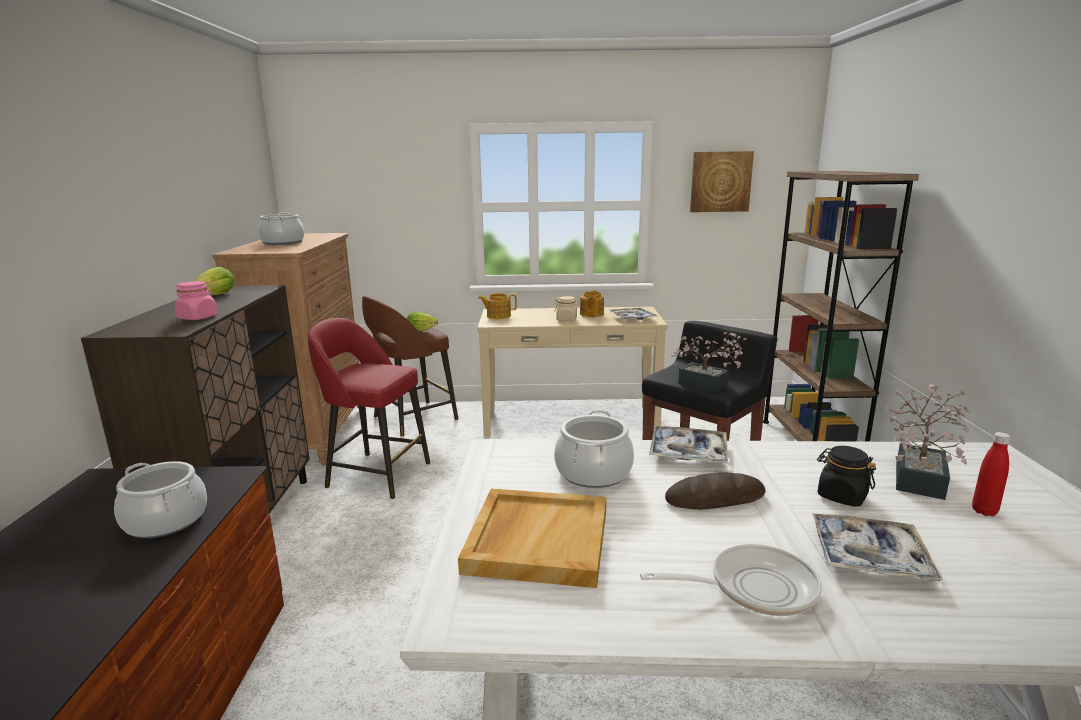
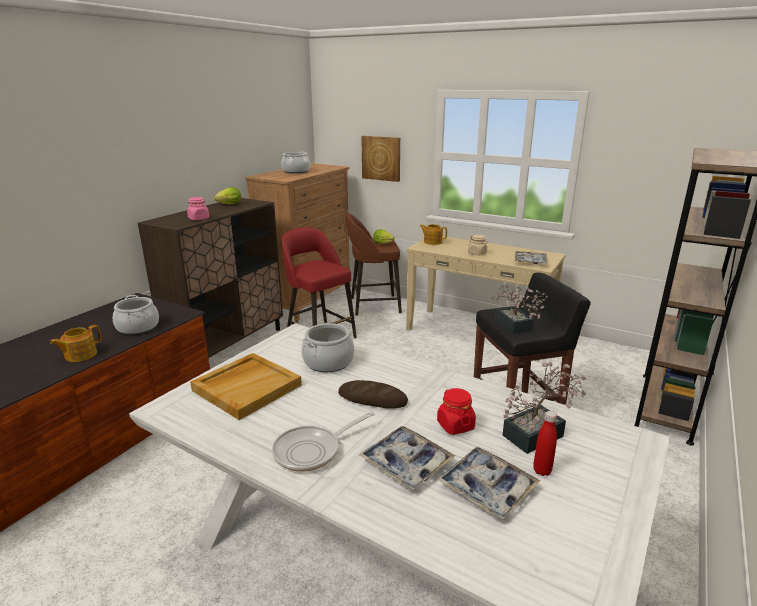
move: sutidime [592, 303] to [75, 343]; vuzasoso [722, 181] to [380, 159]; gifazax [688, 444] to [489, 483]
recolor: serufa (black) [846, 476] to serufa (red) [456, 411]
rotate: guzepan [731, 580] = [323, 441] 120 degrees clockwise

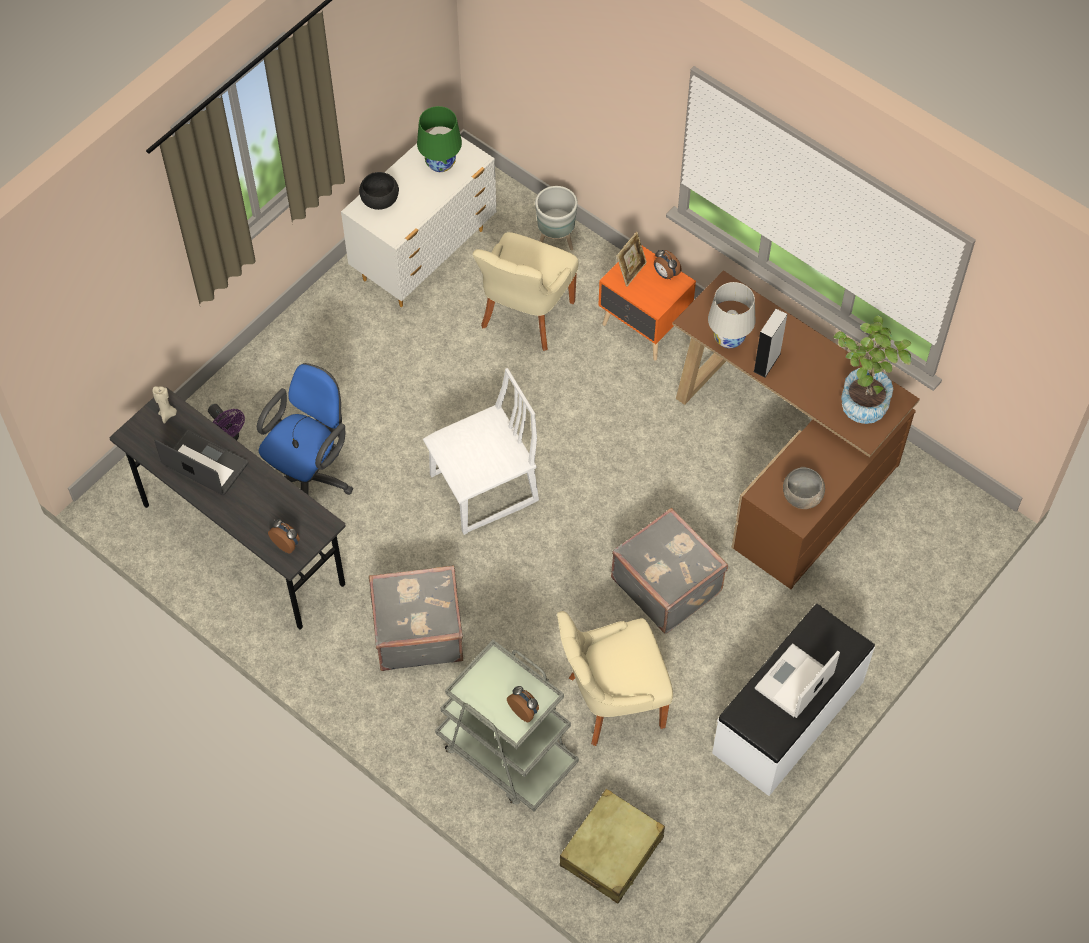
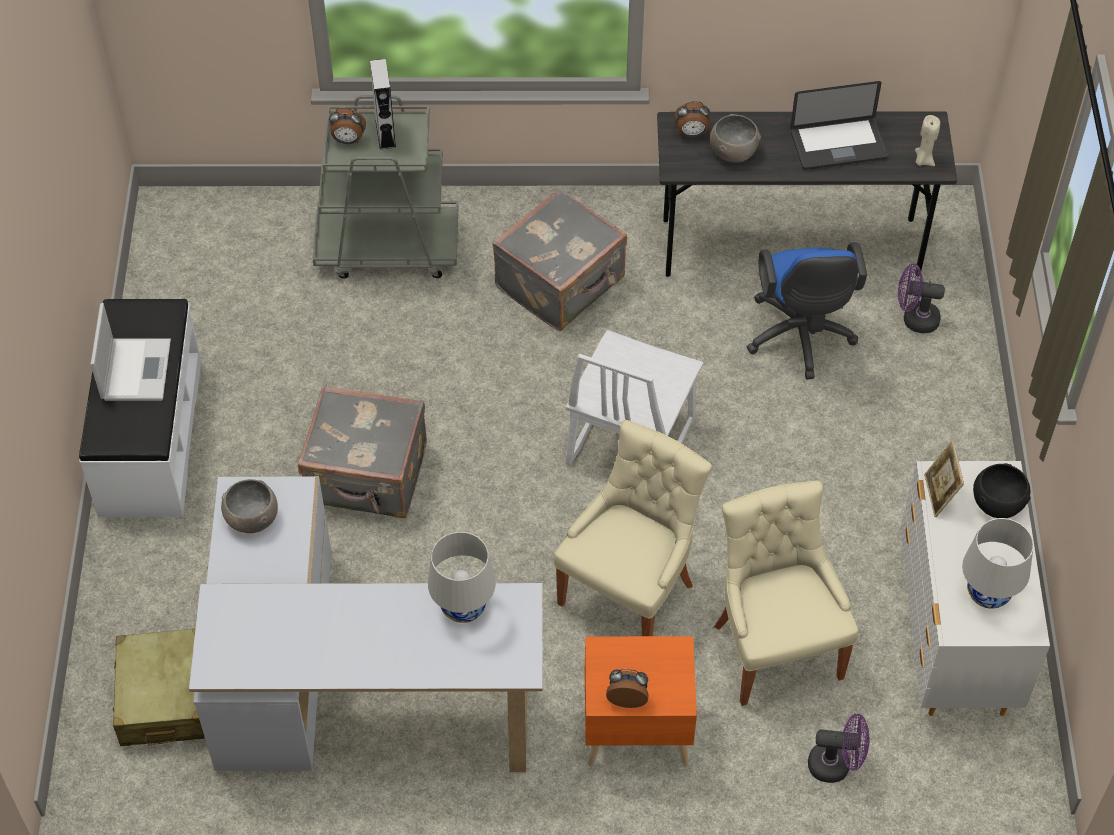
delete: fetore [872, 370]
insert: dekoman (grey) [735, 138]
move: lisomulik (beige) [612, 846] to [159, 687]; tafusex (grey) [770, 343] to [383, 104]; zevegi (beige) [615, 678] to [633, 528]; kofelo [632, 259] to [944, 478]
replace: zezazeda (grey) [556, 218] to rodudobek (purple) [838, 748]
recolor: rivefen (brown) [796, 429] to rivefen (white) [366, 624]; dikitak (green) [439, 139] to dikitak (white) [998, 563]

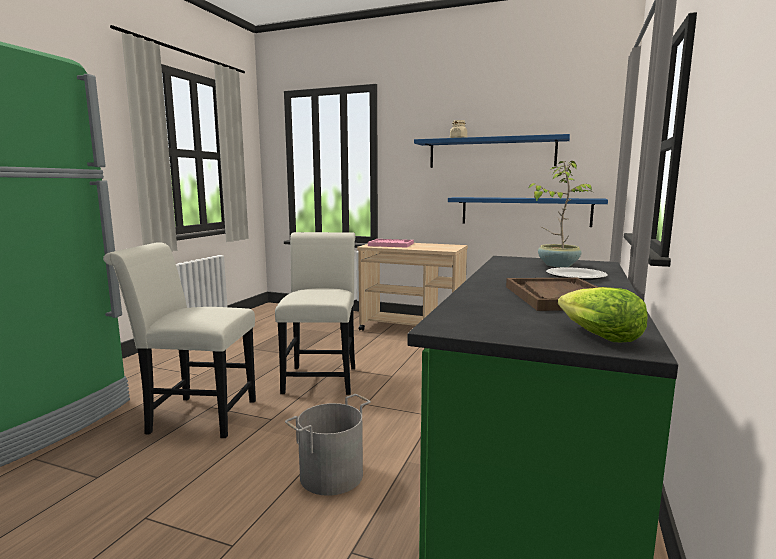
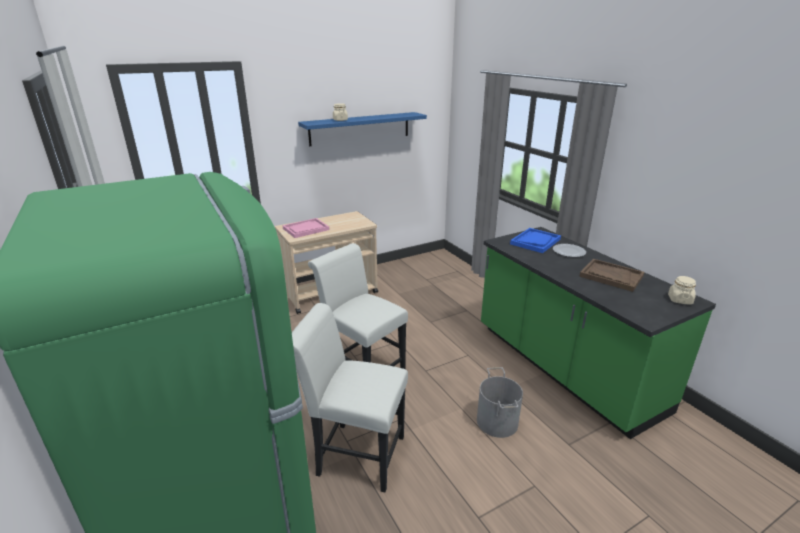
delete: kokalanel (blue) [528, 212]
replace: fetore [560, 214] to gifazax (blue) [535, 240]; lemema [603, 314] to serufa (beige) [682, 290]
rotate: zevegi (white) [179, 340] = [350, 397] 60 degrees clockwise

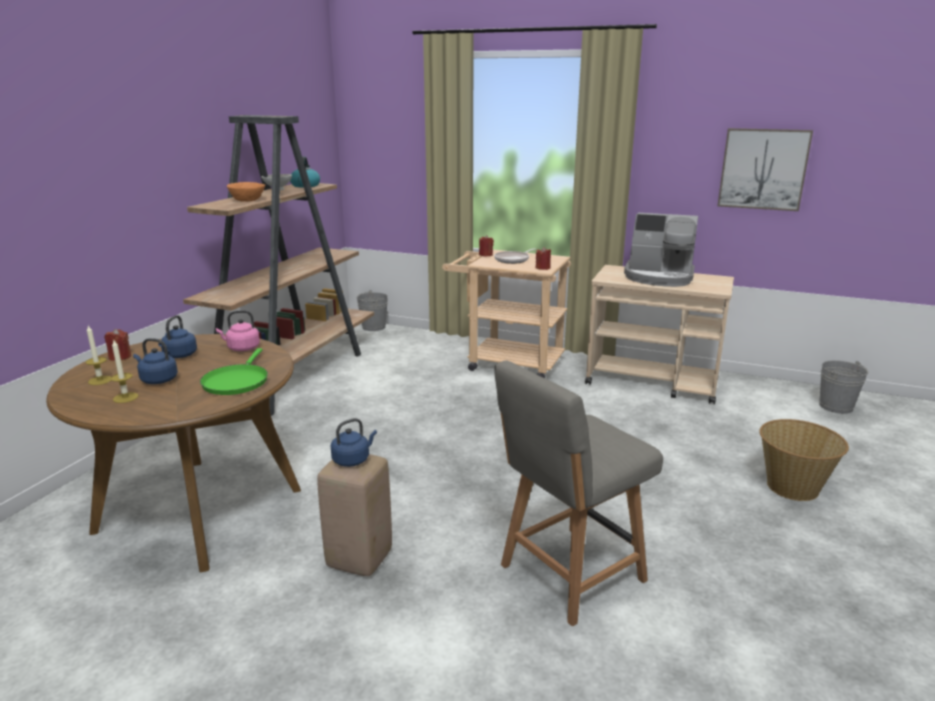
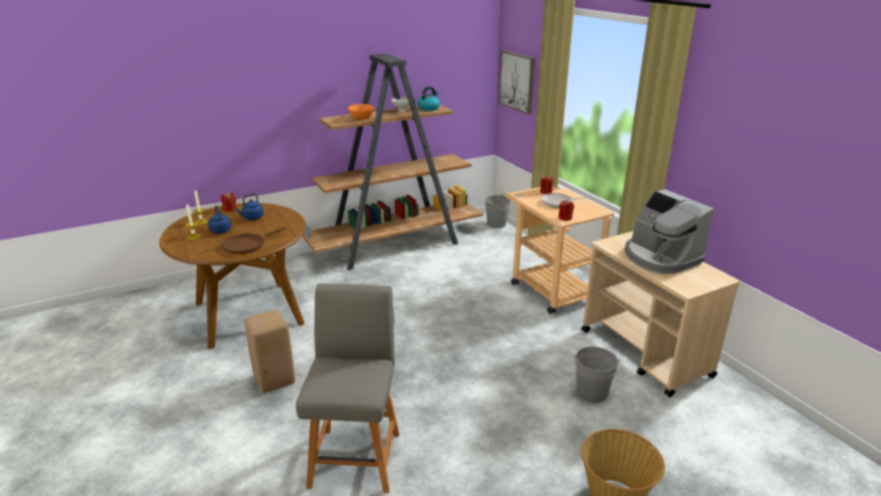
delete: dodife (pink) [238, 330]; dodife (blue) [354, 442]
move: vuzasoso [765, 169] to [517, 82]; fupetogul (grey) [844, 387] to [597, 374]
recolor: guzepan (green) [234, 371] to guzepan (brown) [254, 240]
rotate: zevegi (grey) [578, 493] = [348, 388] 90 degrees clockwise

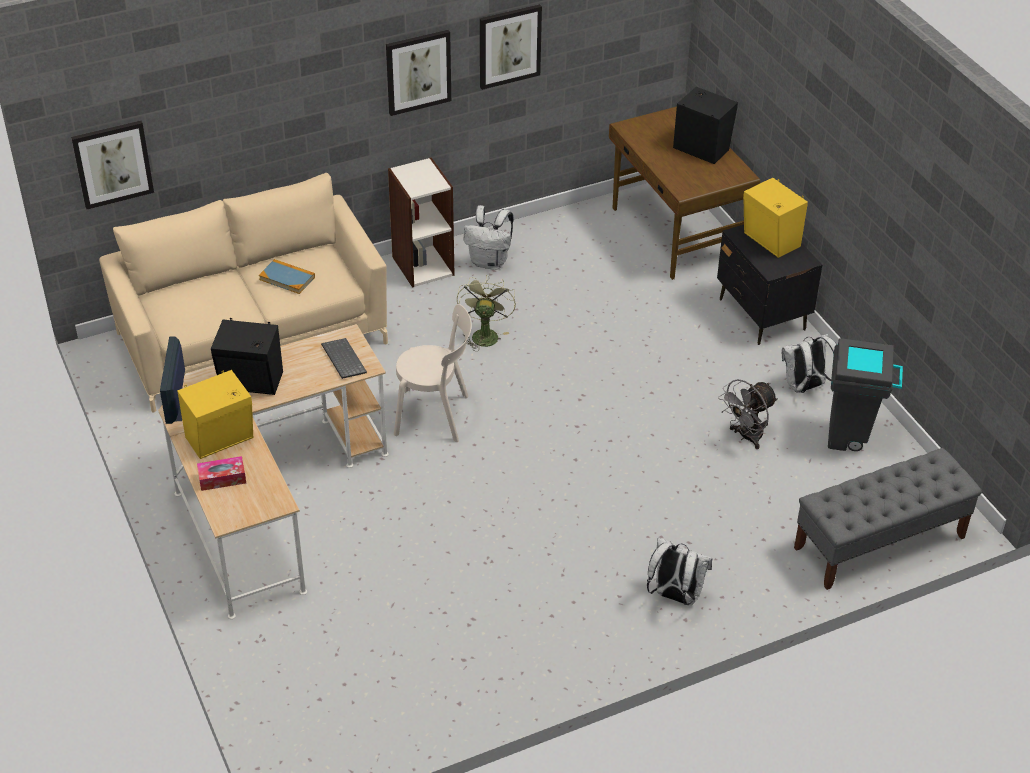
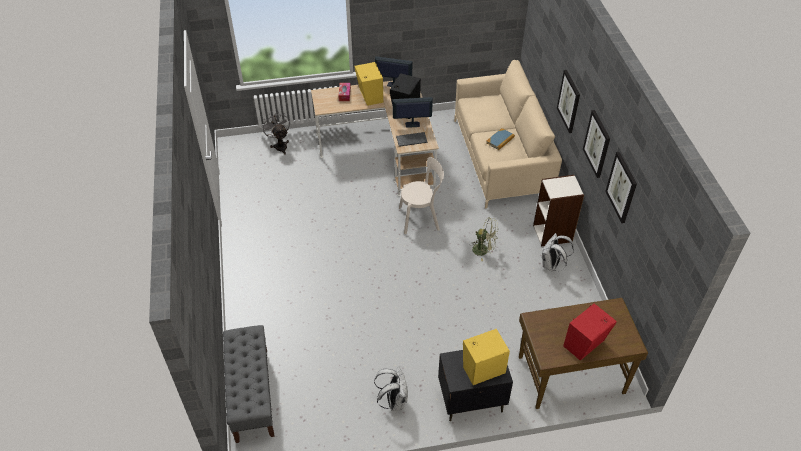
delete: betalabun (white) [679, 571]; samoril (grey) [865, 394]
insert: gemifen [412, 112]
move: rodudobek (grey) [748, 414] to [275, 133]; vuzasoso [112, 165] to [568, 101]
recolor: tafusex (black) [705, 125] to tafusex (red) [590, 332]
rotate: zevegi (beige) [433, 373] = [421, 195] 120 degrees counterclockwise

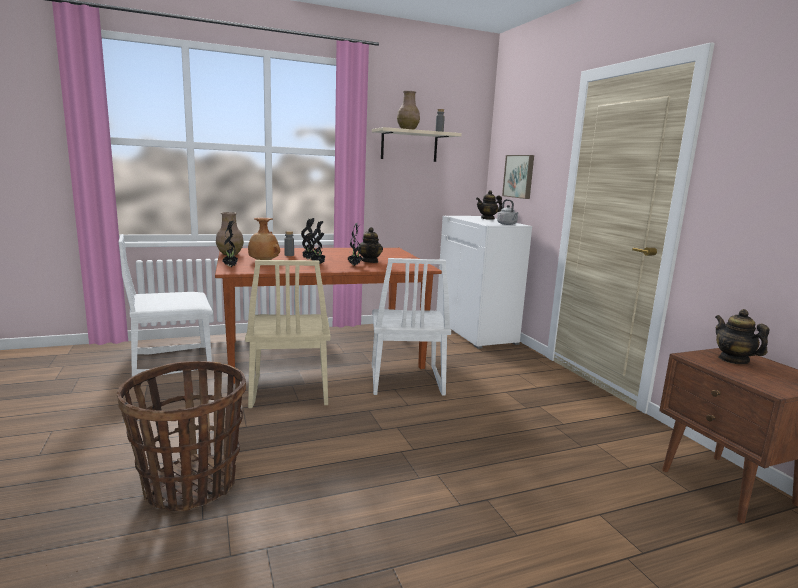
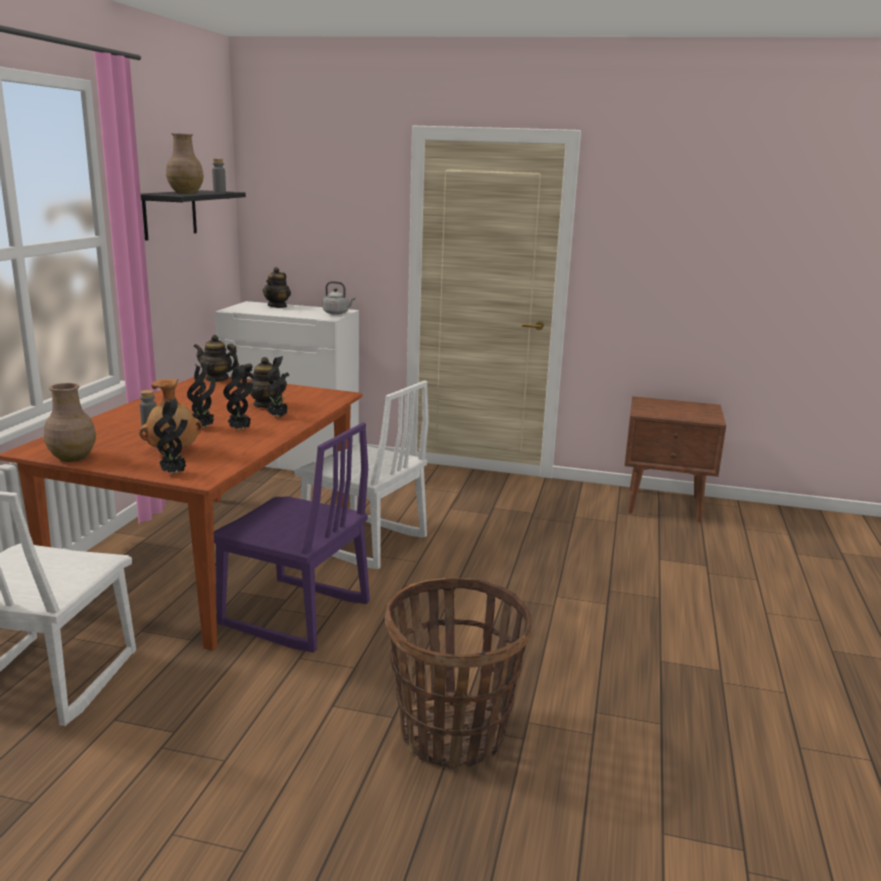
delete: vuzasoso [518, 177]
move: sutidime [742, 336] to [216, 358]
recolor: kokalanel (beige) [417, 144] to kokalanel (black) [193, 215]; zevegi (beige) [288, 334] to zevegi (purple) [292, 537]

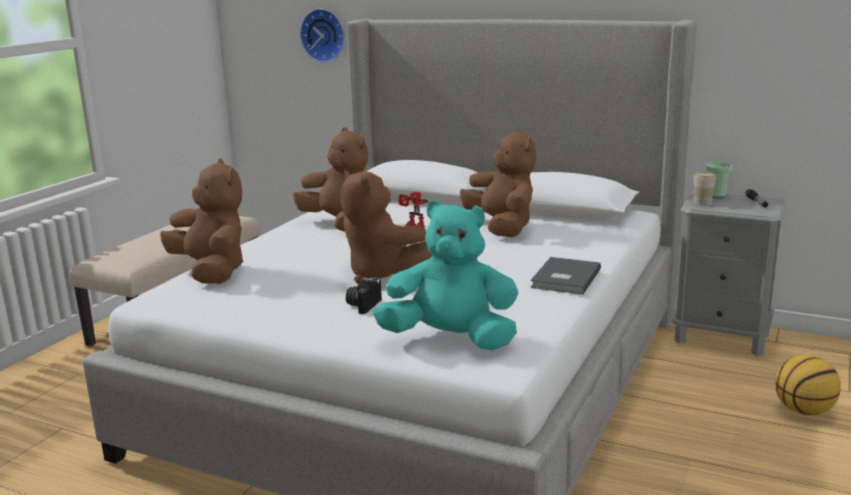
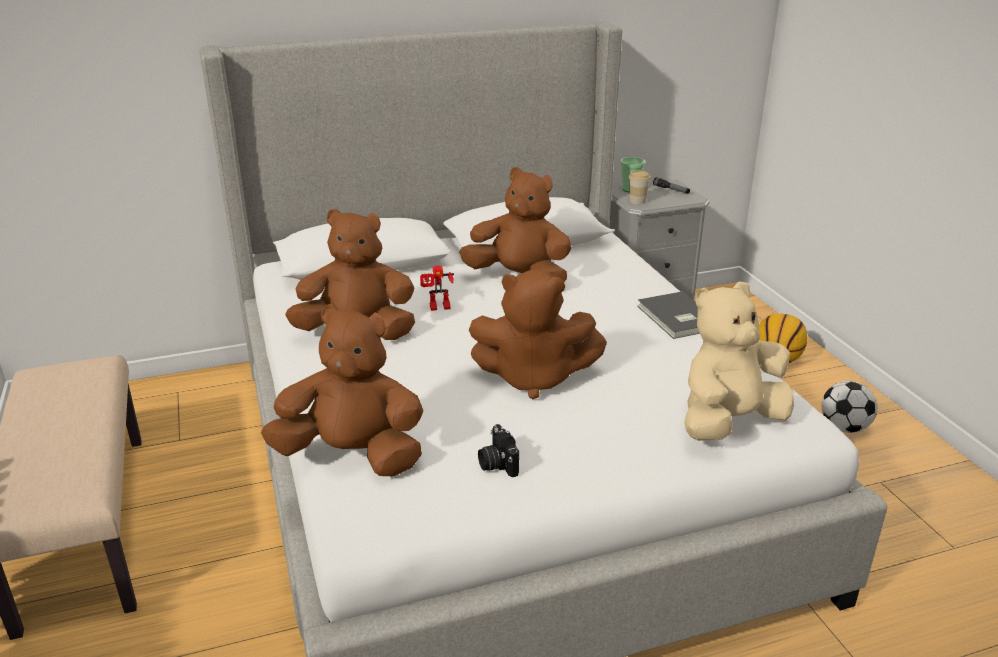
delete: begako [322, 36]
insert: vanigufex [850, 407]
move: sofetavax [364, 295] to [498, 450]
recolor: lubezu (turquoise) [445, 275] to lubezu (beige) [739, 361]

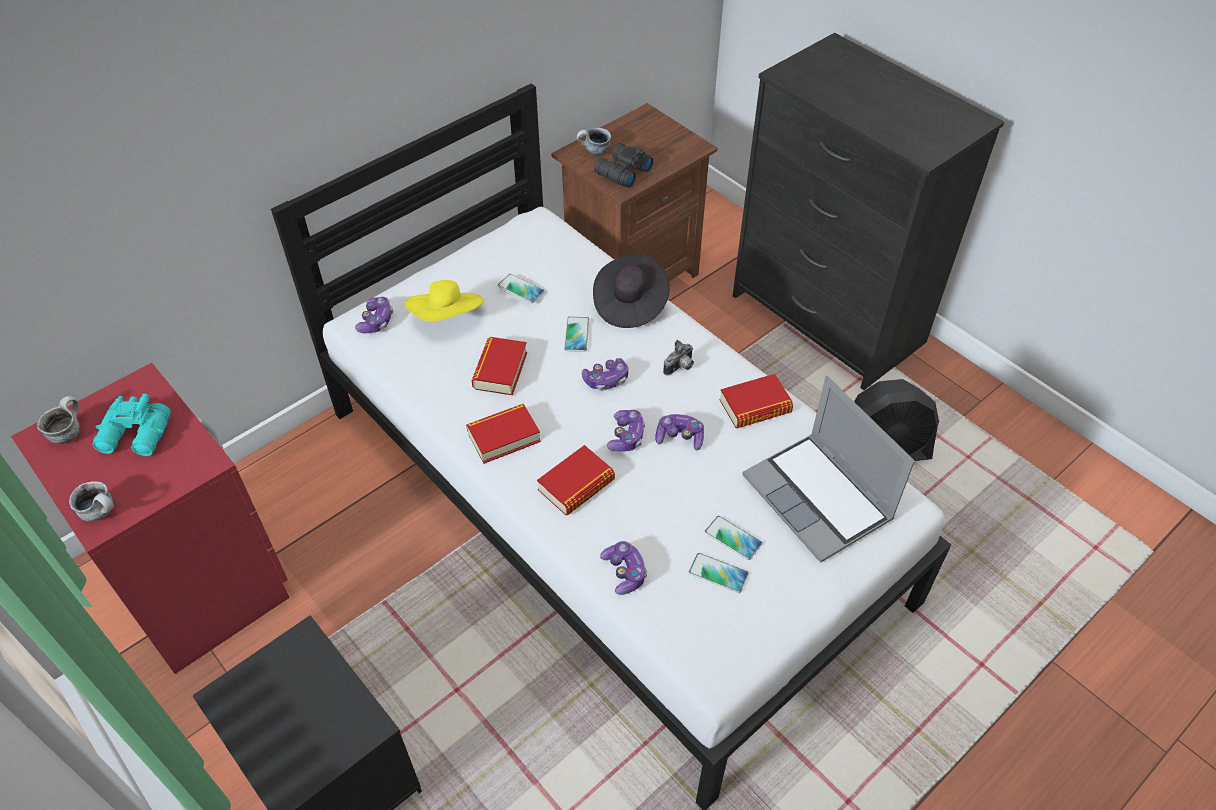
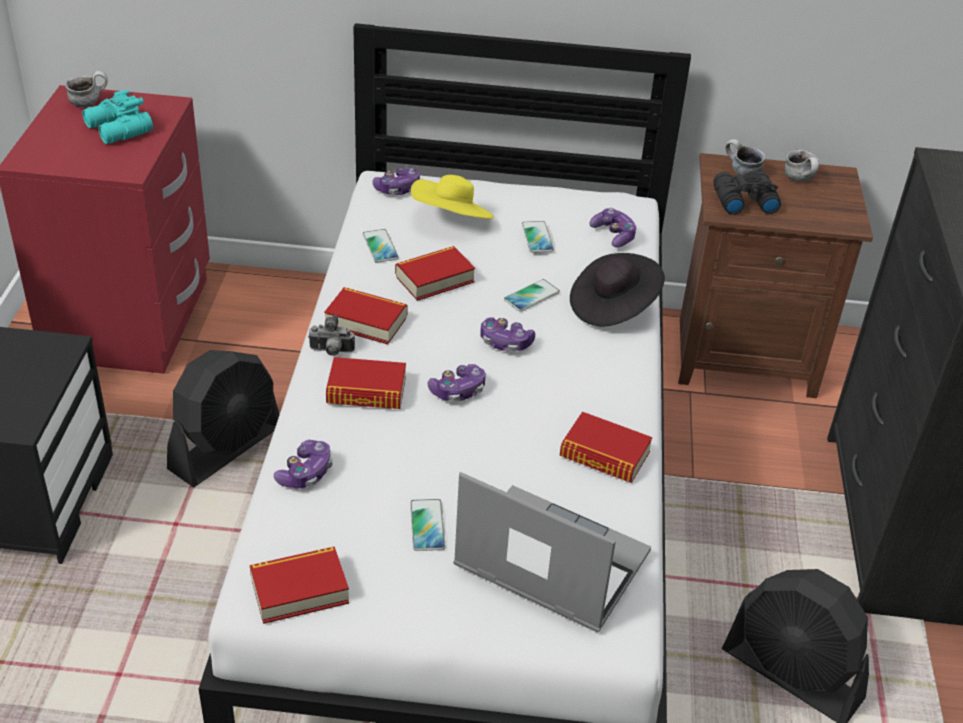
insert: rodudobek (black) [223, 418]; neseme [299, 585]
move: sofetavax [678, 358] to [331, 335]; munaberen [719, 573] to [381, 246]; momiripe [679, 432] to [613, 228]; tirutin [91, 501] to [801, 166]
rotate: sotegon [828, 469] = [552, 552] 105 degrees clockwise

